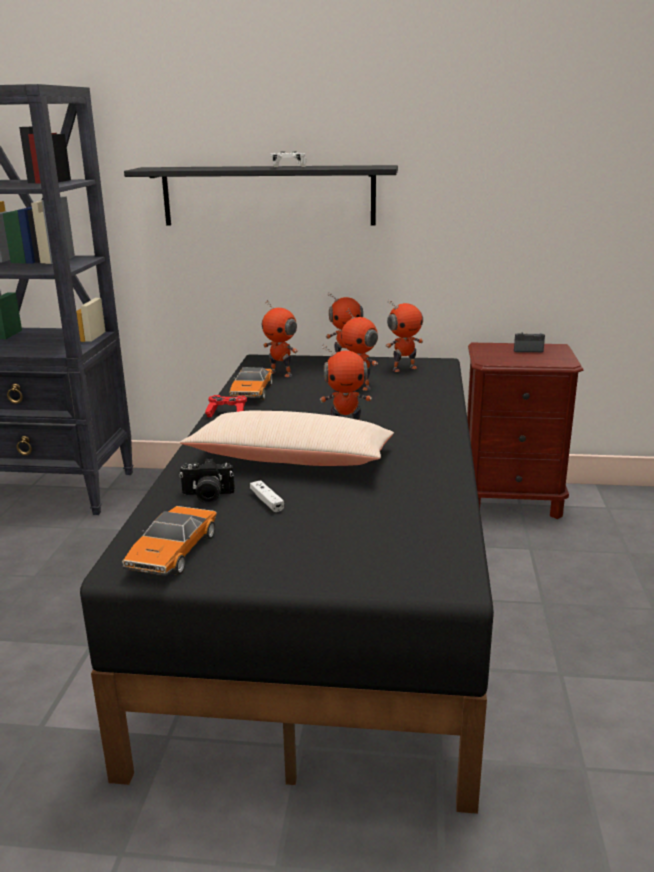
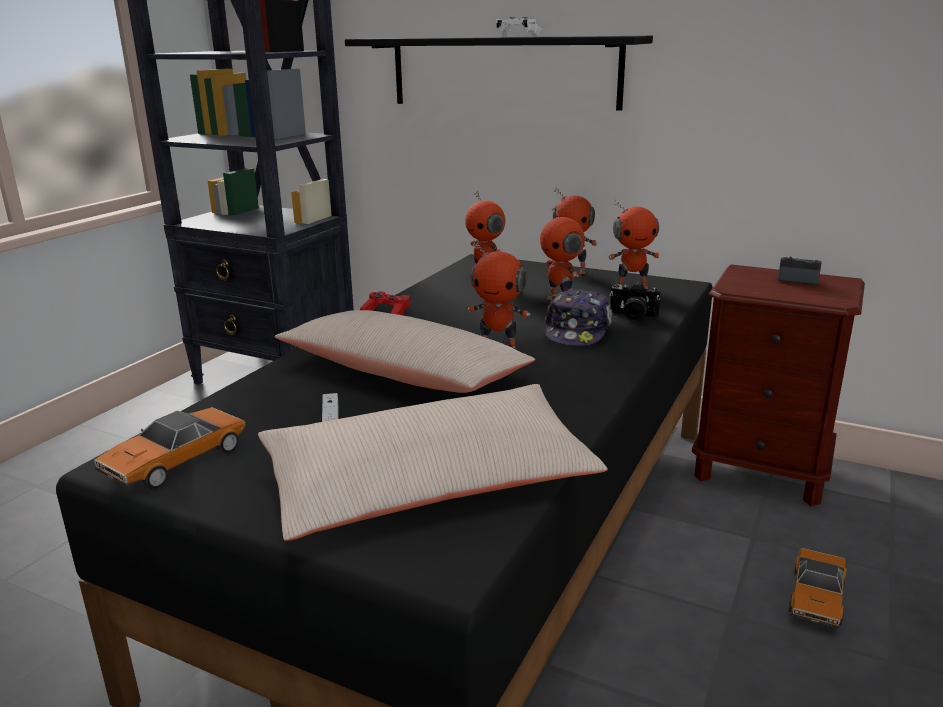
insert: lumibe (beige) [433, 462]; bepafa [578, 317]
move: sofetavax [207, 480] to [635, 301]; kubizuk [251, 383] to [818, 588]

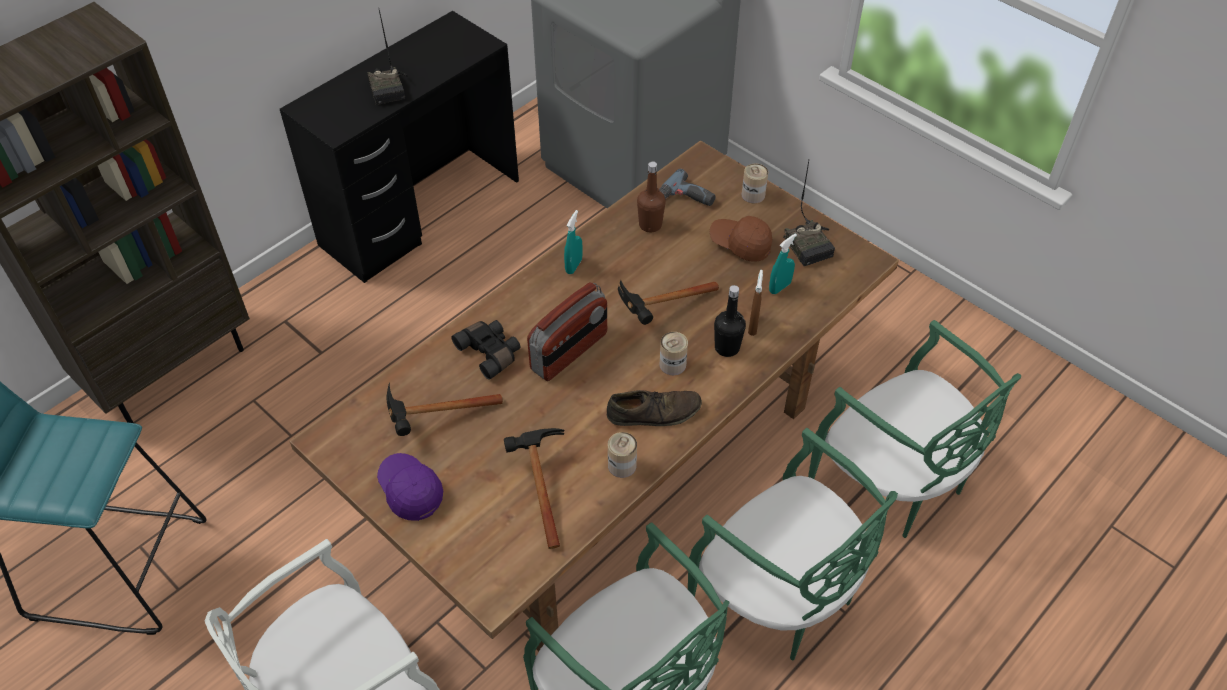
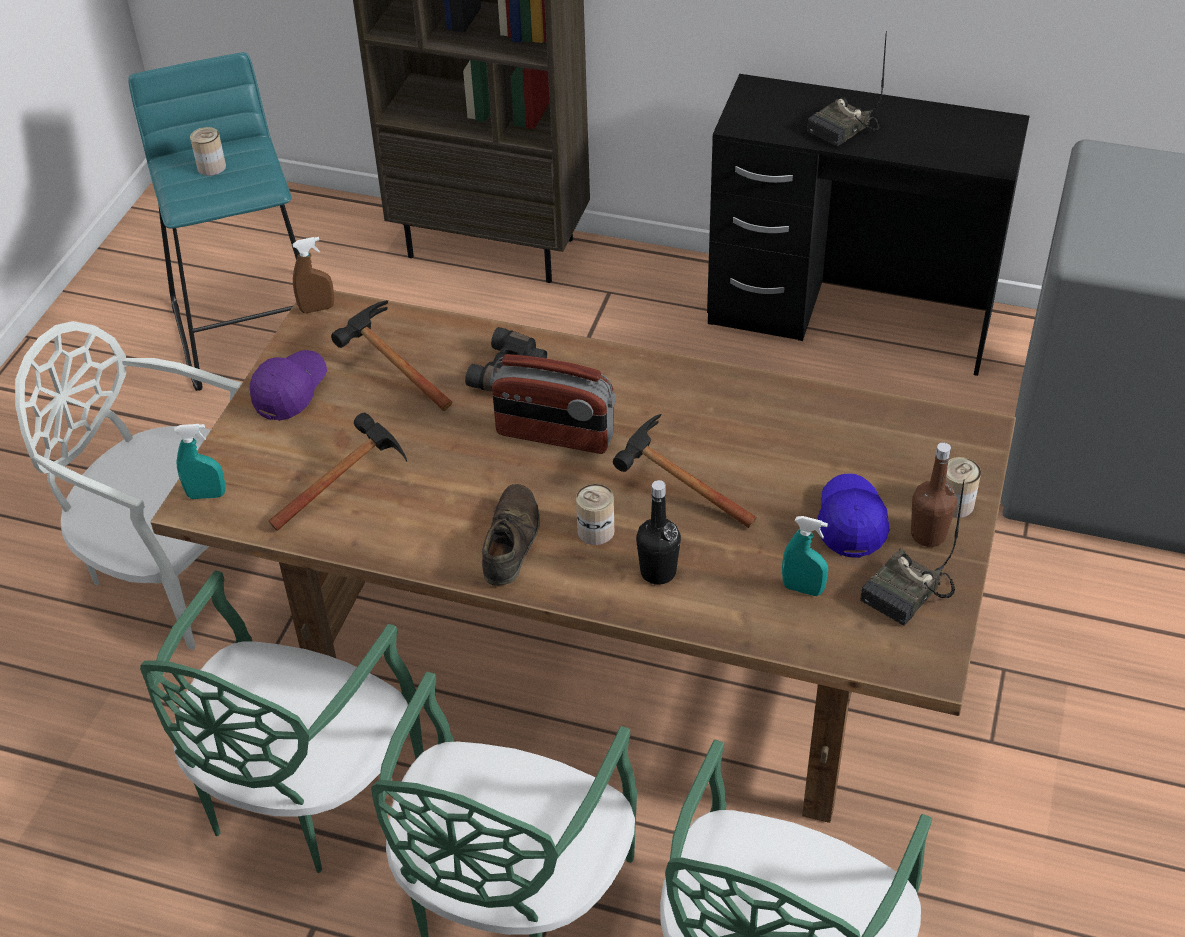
delete: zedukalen [687, 187]
move: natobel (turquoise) [573, 242] to [200, 461]; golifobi [622, 455] to [208, 151]; natobel (brown) [755, 303] to [313, 275]; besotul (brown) [651, 197] to [934, 494]
recolor: bepafa (brown) [741, 239] to bepafa (blue) [853, 515]
rotate: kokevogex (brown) [654, 408] = [511, 535] 135 degrees counterclockwise

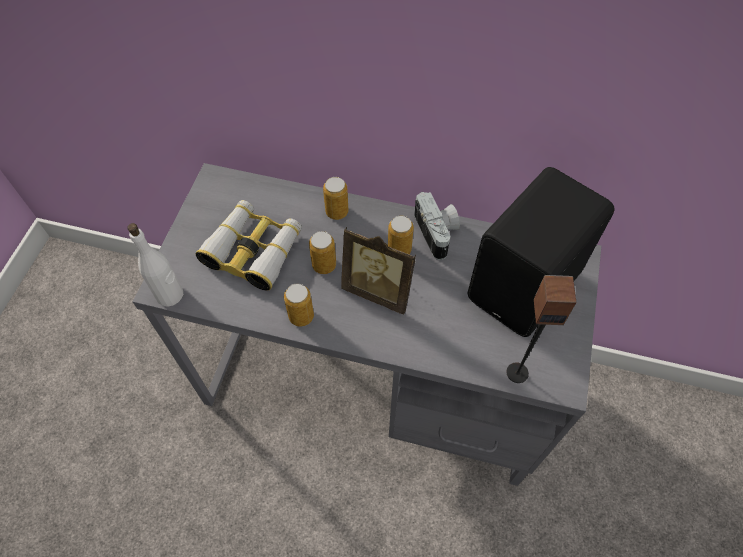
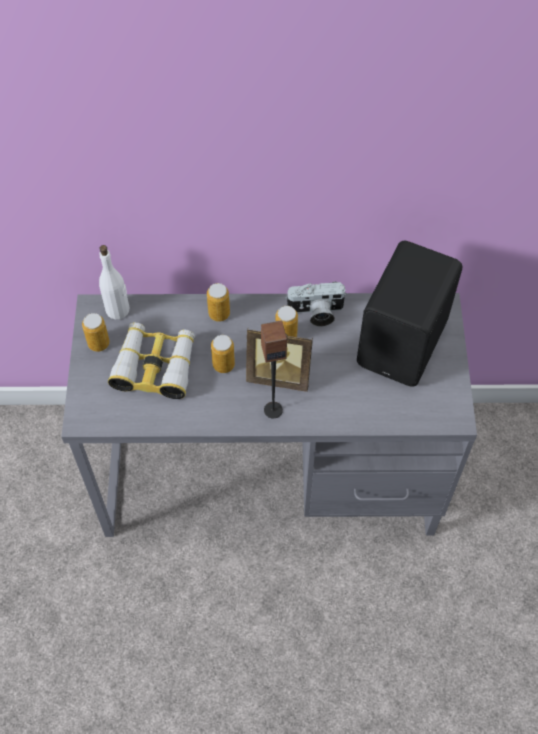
move: golifobi [299, 305] to [96, 332]; besotul (white) [155, 264] to [114, 282]; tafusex [541, 329] to [274, 369]
rotate: sofetavax [437, 226] = [316, 304] 120 degrees clockwise

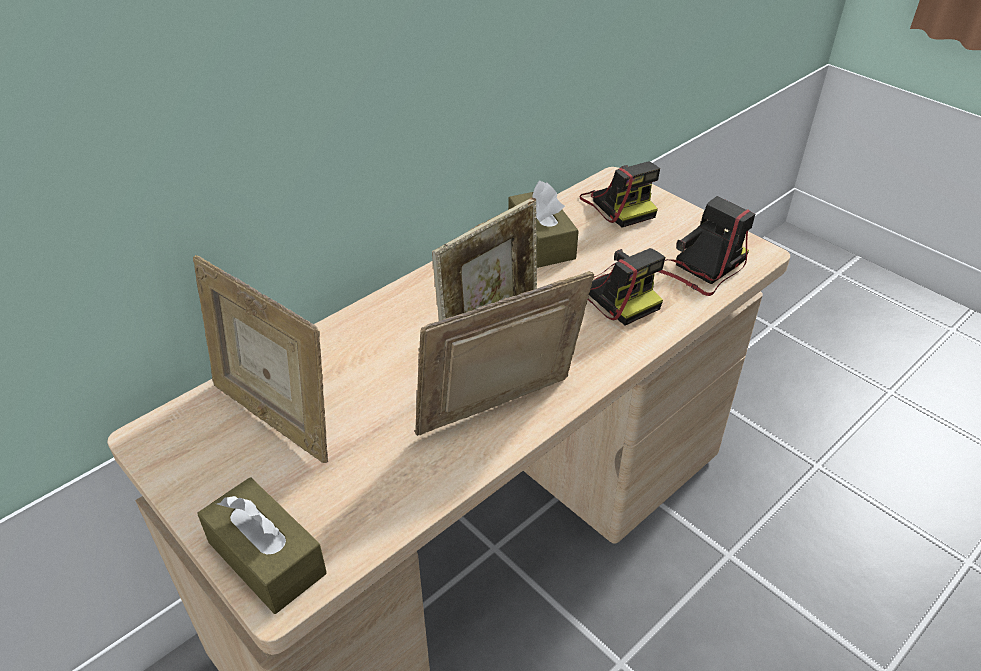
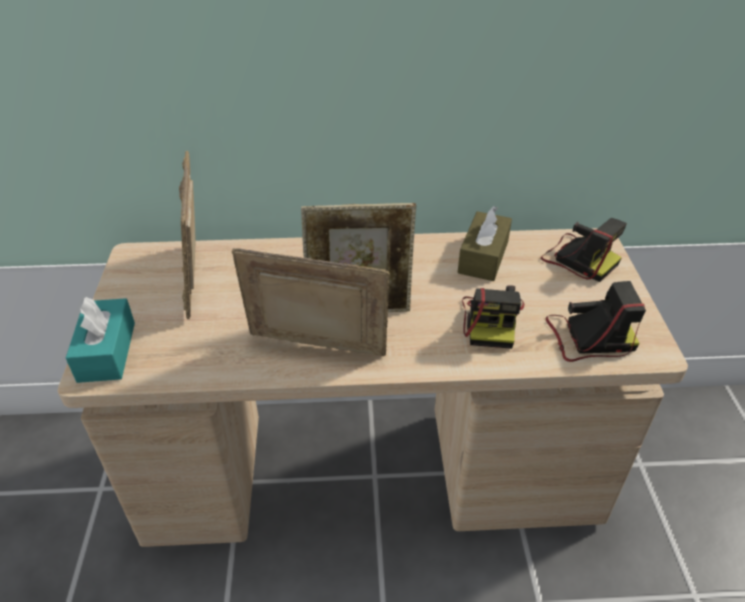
recolor: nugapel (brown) [262, 545] to nugapel (turquoise) [100, 340]
rotate: sofetavax [620, 194] = [584, 250] 60 degrees counterclockwise

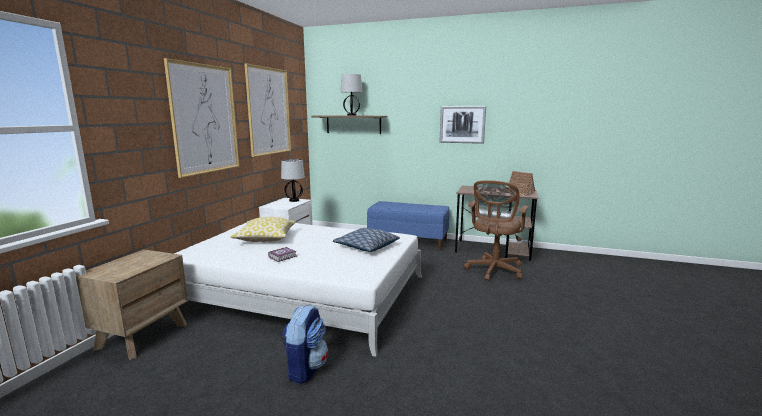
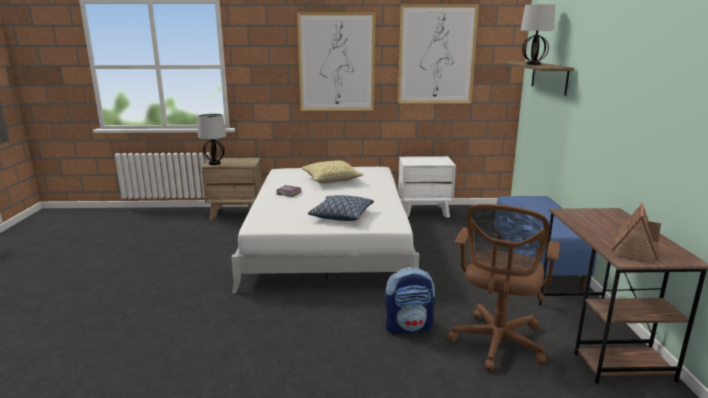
delete: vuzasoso [463, 125]
move: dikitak [293, 180] to [212, 139]; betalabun [304, 344] to [410, 300]
rotate: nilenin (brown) [496, 230] = [503, 288] 75 degrees counterclockwise

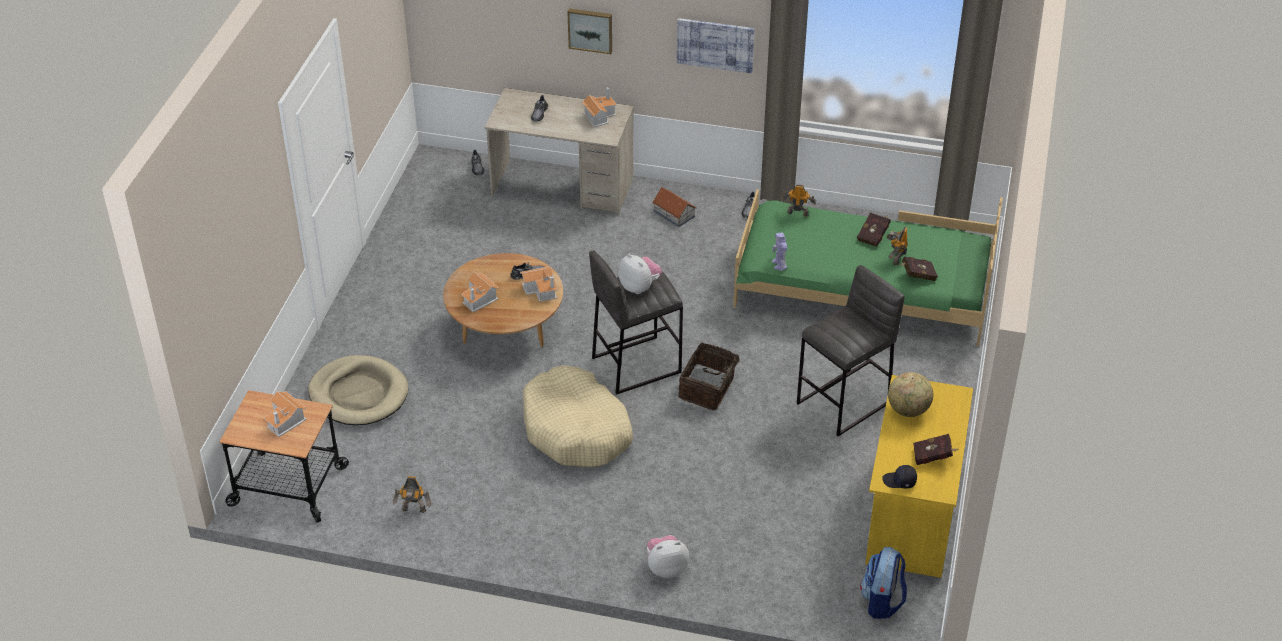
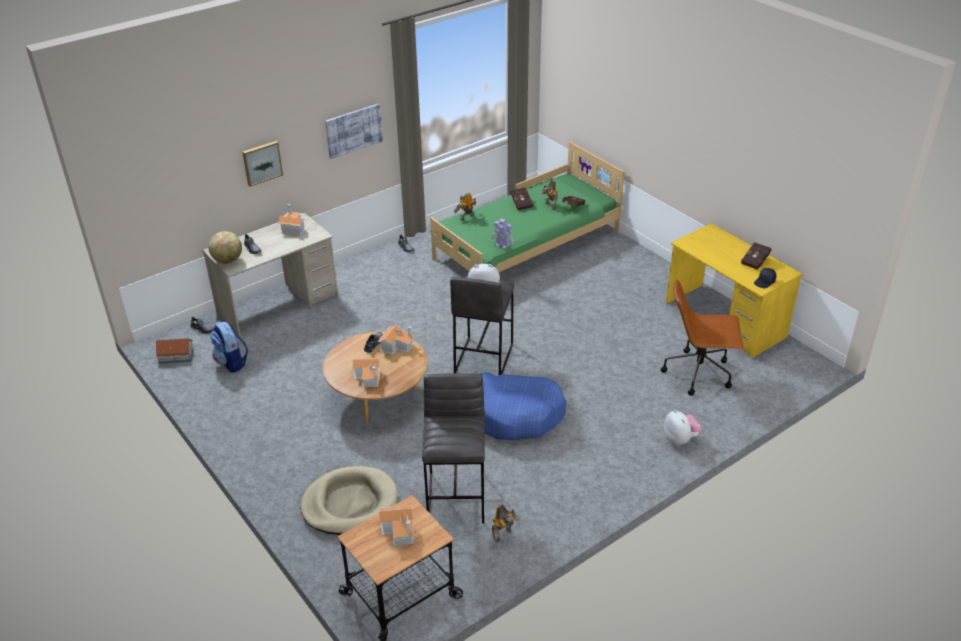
delete: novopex [710, 376]
insert: nilenin (brown) [702, 337]
move: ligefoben [674, 207] to [175, 351]; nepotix [910, 394] to [225, 247]; betalabun [883, 583] to [229, 347]; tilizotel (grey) [851, 350] to [453, 448]
recolor: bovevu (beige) [578, 416] to bovevu (blue) [523, 406]
rotate: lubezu [668, 556] = [683, 427] 135 degrees clockwise

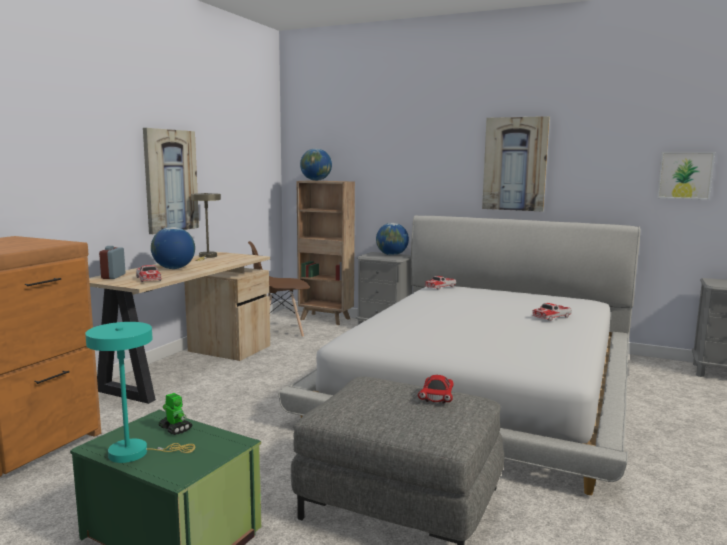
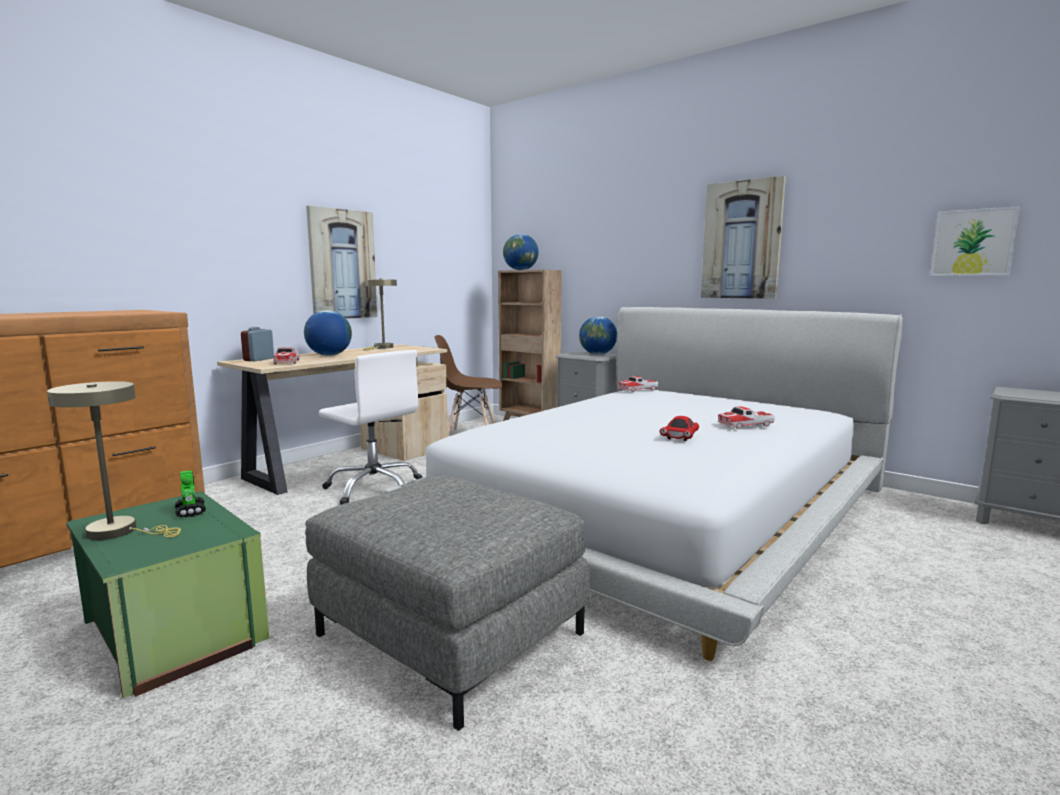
insert: nilenin (white) [370, 427]
move: kubizuk (red) [436, 389] to [679, 428]
recolor: dikitak (turquoise) [140, 392] to dikitak (beige) [114, 460]

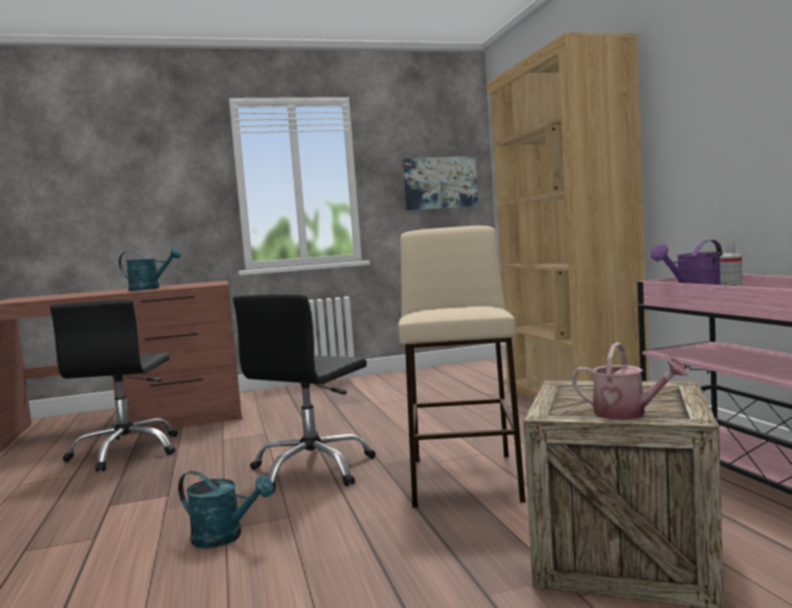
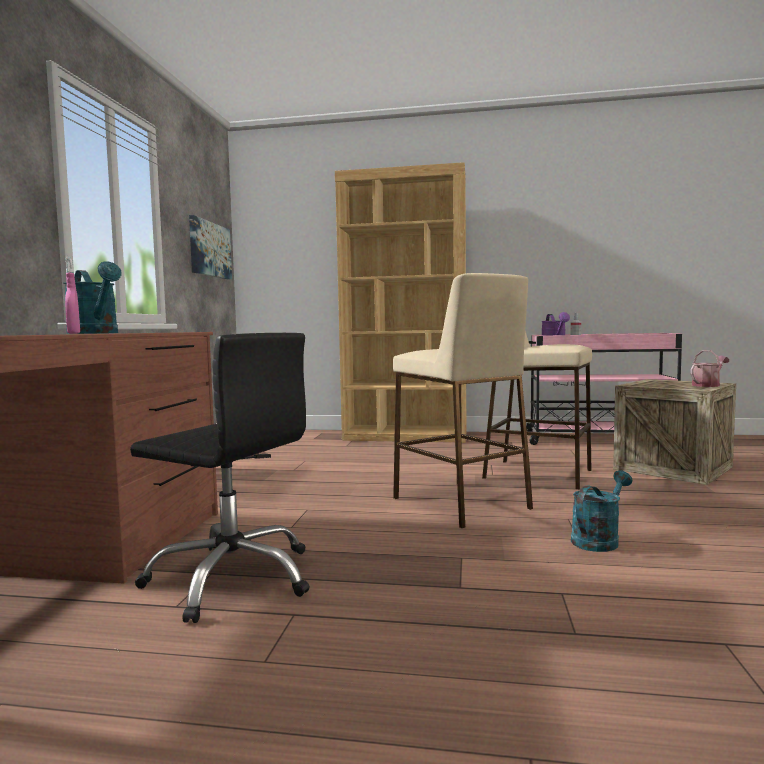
insert: natobel (pink) [72, 294]
replace: nilenin (black) [304, 393] to tilizotel (beige) [463, 400]
rotate: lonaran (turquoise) [150, 269] = [92, 297] 105 degrees clockwise

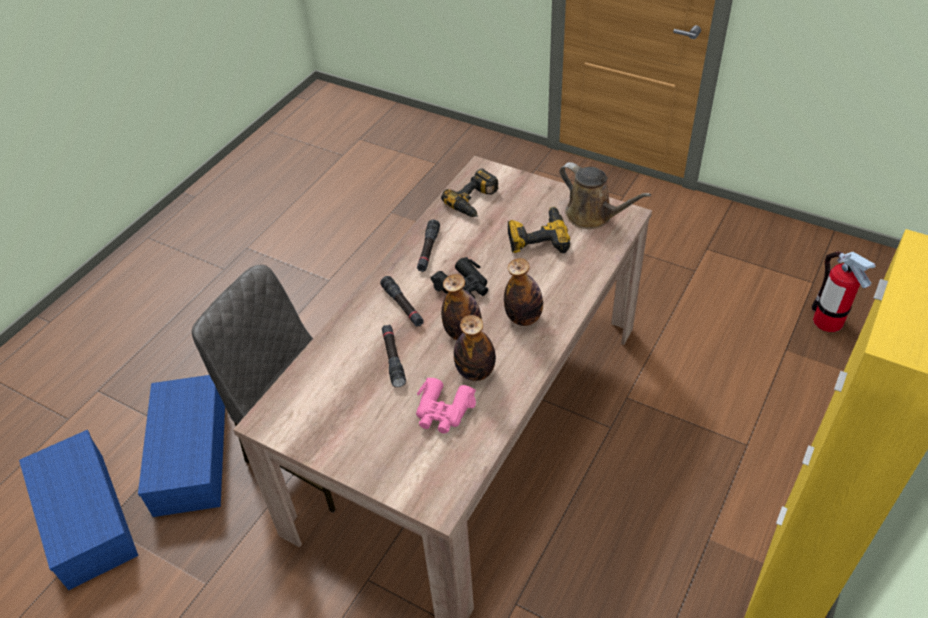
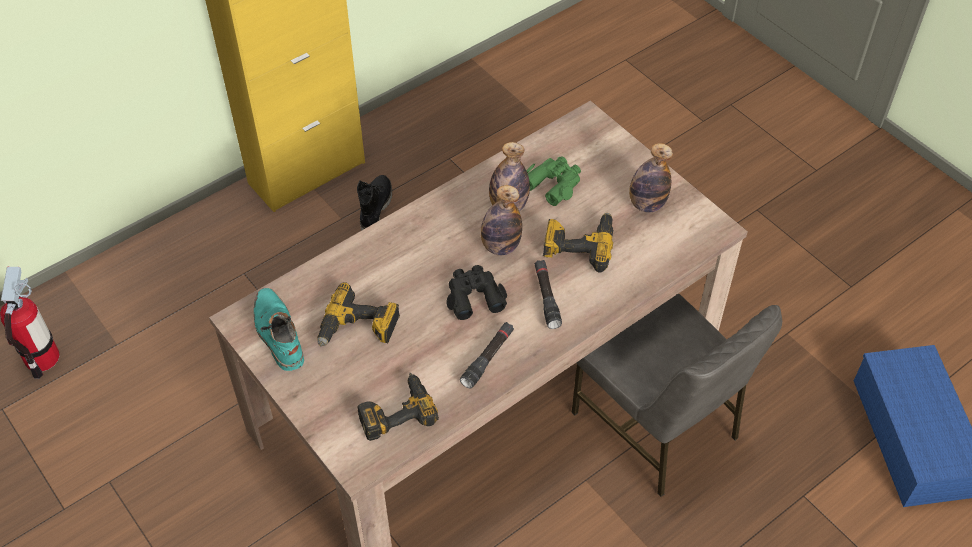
delete: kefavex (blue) [181, 446]
insert: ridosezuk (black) [374, 203]
move: besotul [523, 292] to [651, 177]
replace: lonaran (brown) [605, 195] to ridosezuk (turquoise) [279, 329]; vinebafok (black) [394, 356] to zedukalen [578, 243]
recolor: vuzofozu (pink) [446, 406] to vuzofozu (green) [553, 181]

